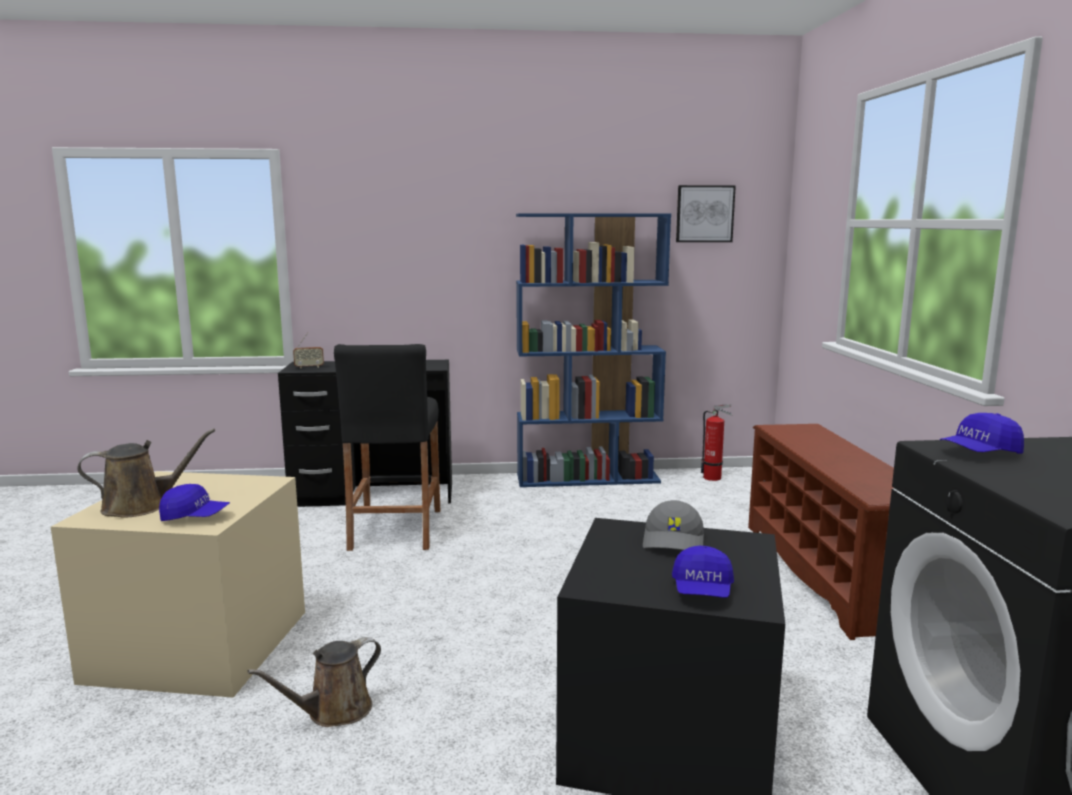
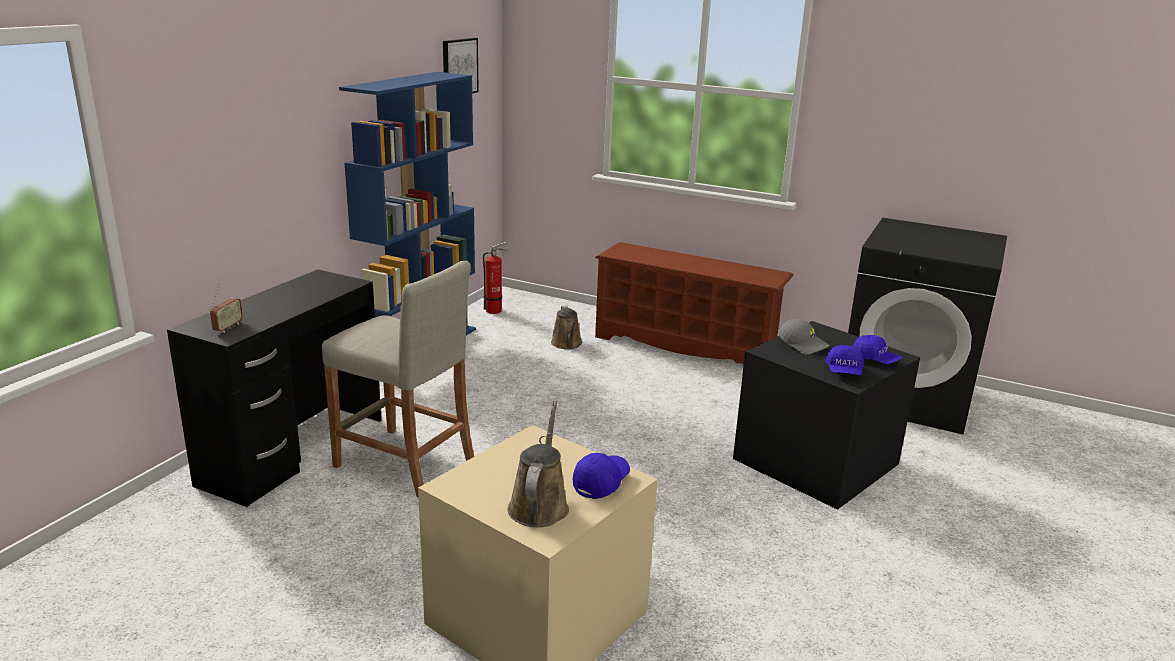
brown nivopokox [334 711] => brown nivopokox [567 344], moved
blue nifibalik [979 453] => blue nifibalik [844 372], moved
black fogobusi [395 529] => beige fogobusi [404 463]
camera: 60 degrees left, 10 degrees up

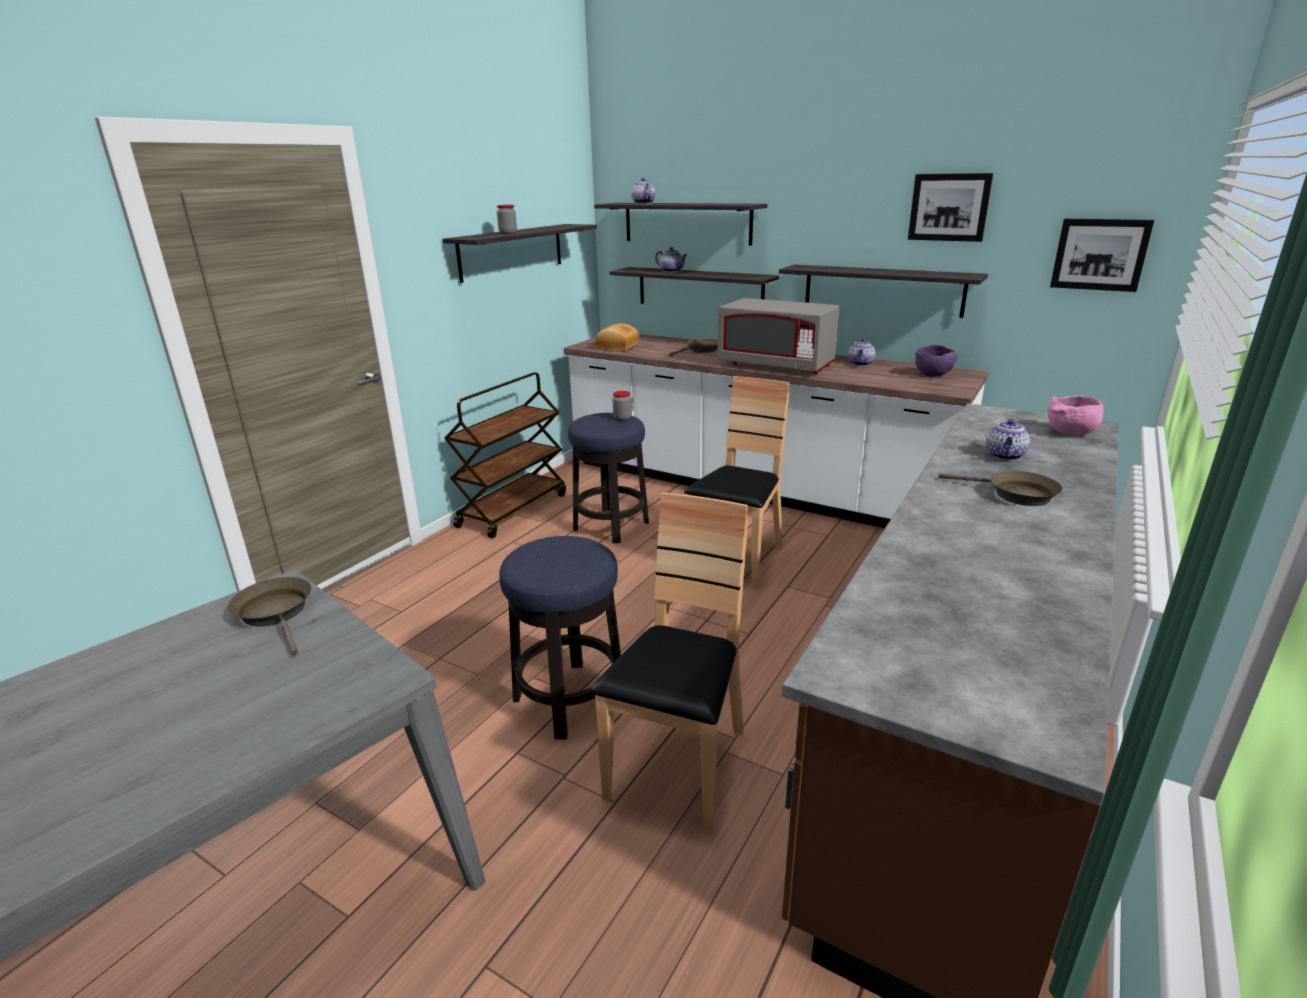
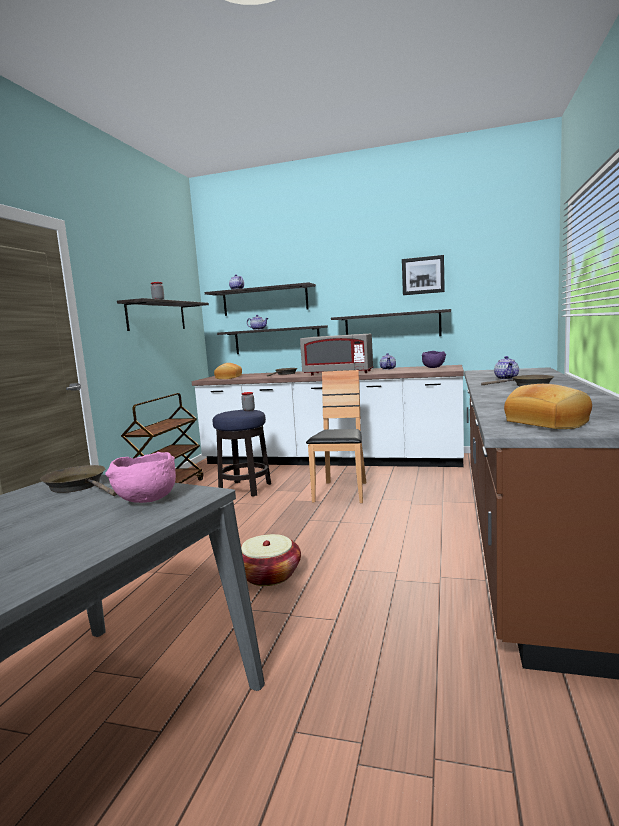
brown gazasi [678 766] => nothing
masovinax [1100 254] => nothing
nothing => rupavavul [548 423]
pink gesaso [1069 433] => pink gesaso [146 501], moved
fogobusi [569 700] => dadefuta [269 575]
camera: 15 degrees left, 15 degrees down

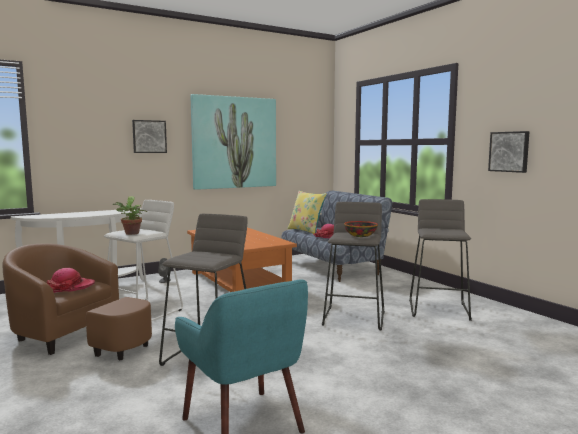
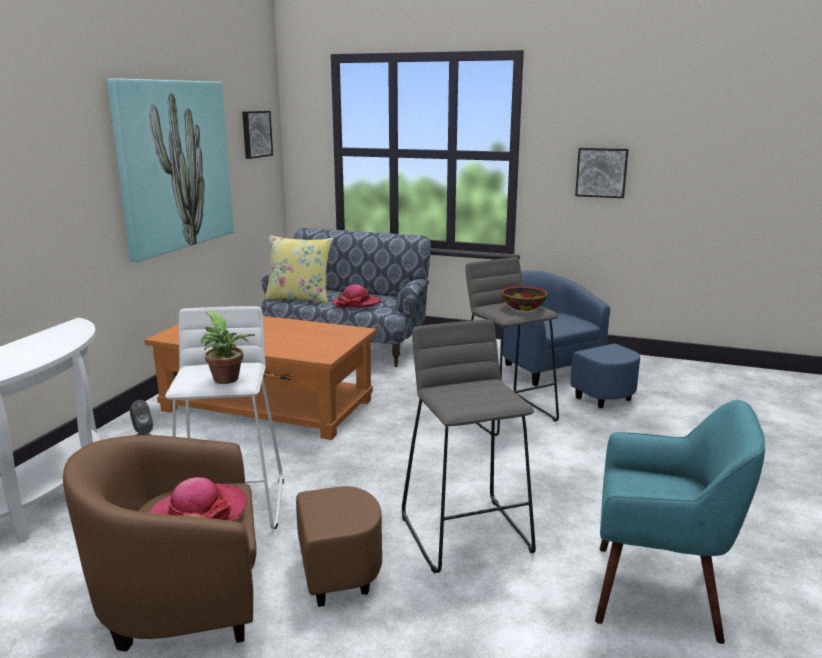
masovinax [149 136] => masovinax [255 134], moved
grey fogobusi [439 310] => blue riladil [558 375]
camera: 40 degrees left, 10 degrees up

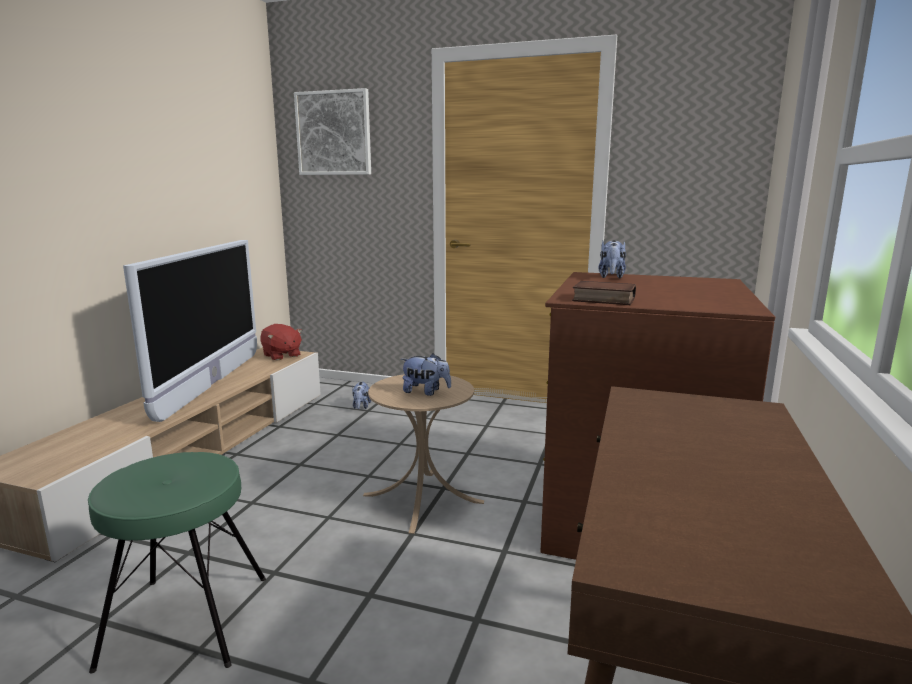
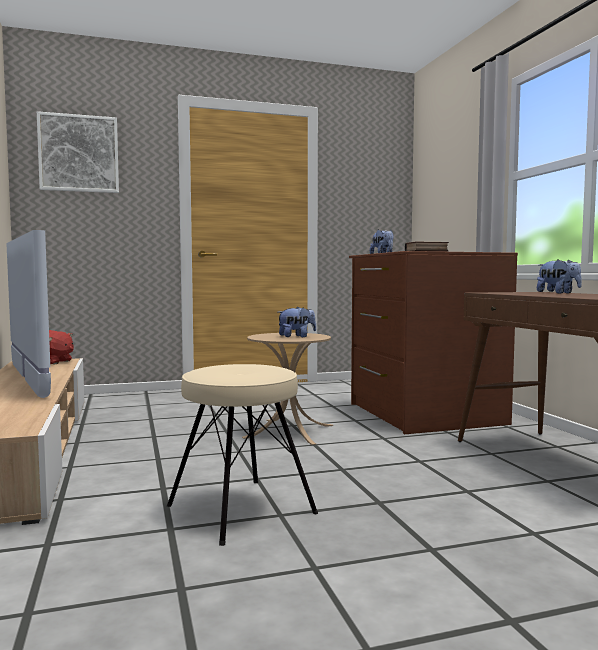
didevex [361 407] => didevex [558 293], moved
green fogobusi [185 621] => beige fogobusi [241 509]
camera: 35 degrees left, 10 degrees down

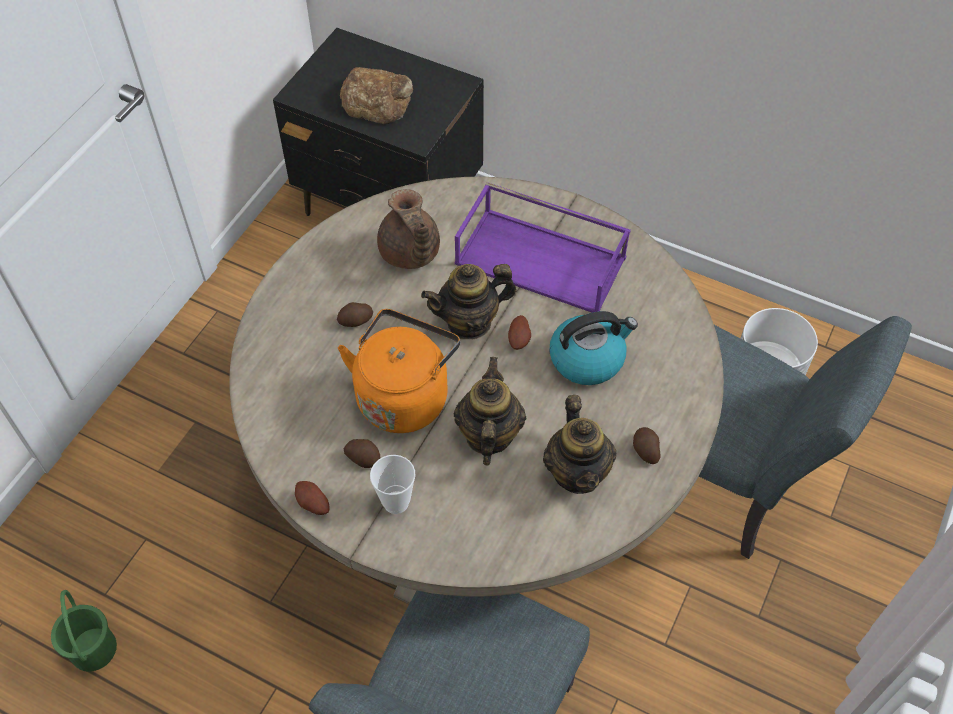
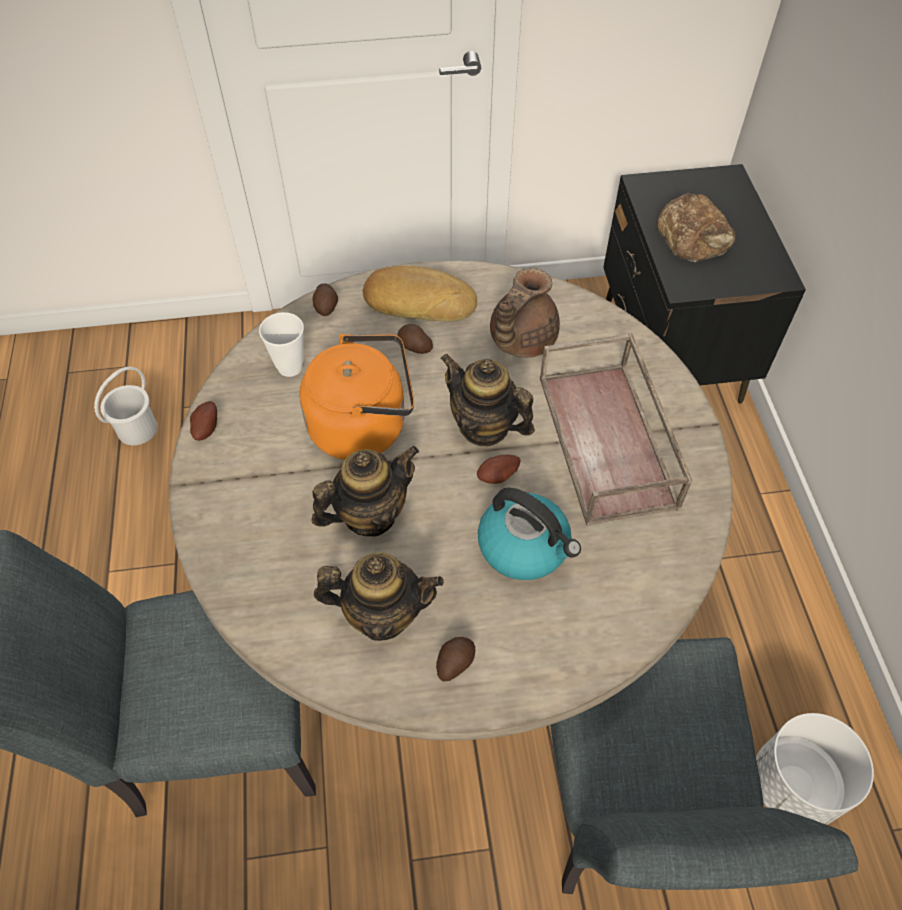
nothing => rupavavul [419 300]
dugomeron [363 457] => dugomeron [326 306], moved
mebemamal [396 502] => mebemamal [290 367], moved
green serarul [92 649] => white serarul [136 429]
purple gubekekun [542 260] => brown gubekekun [609 442]
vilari [577 472] => vilari [382 614], 135 degrees counterclockwise
camera: 55 degrees right, 0 degrees up

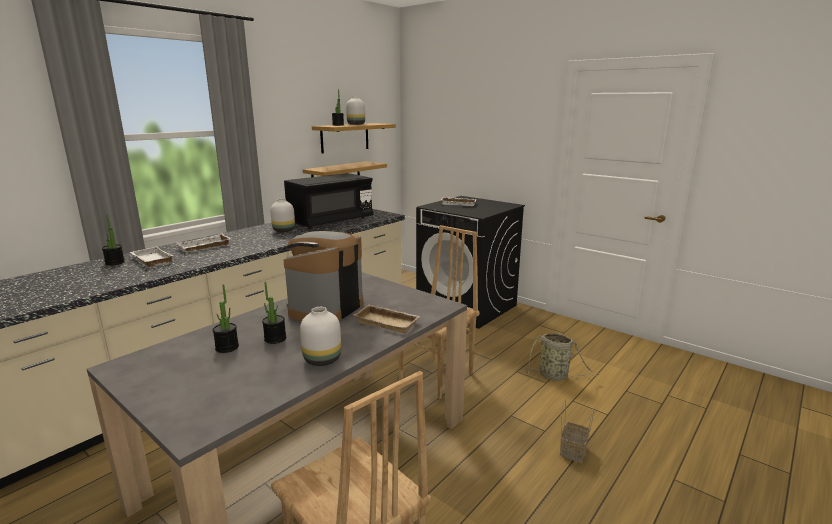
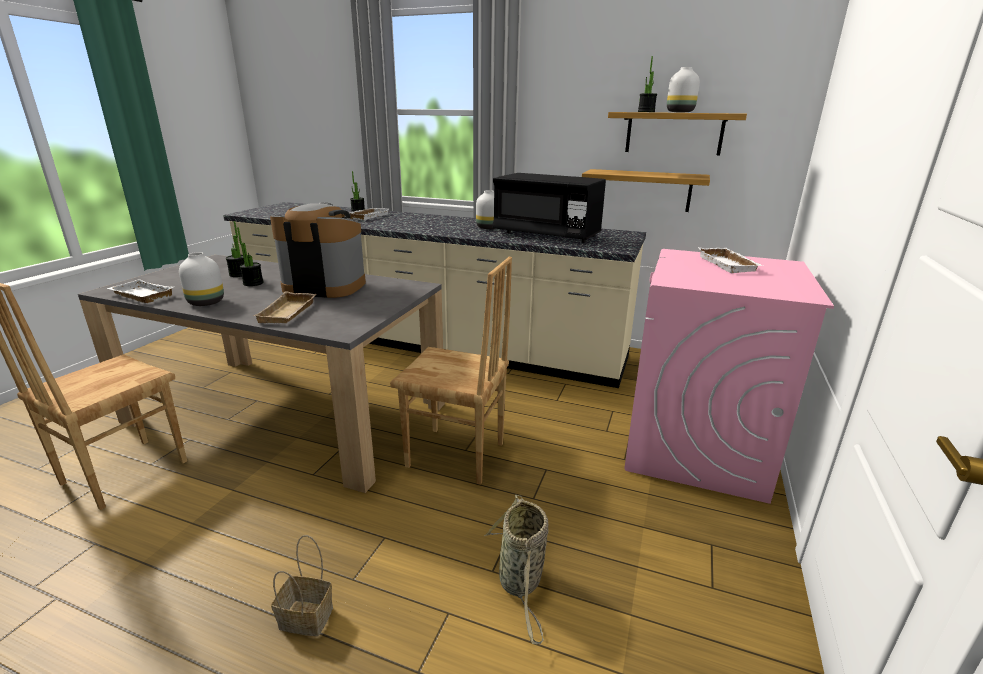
white gubekekun [204 247] => white gubekekun [140 296], moved
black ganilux [467 306] => pink ganilux [696 447]
camera: 70 degrees right, 5 degrees up

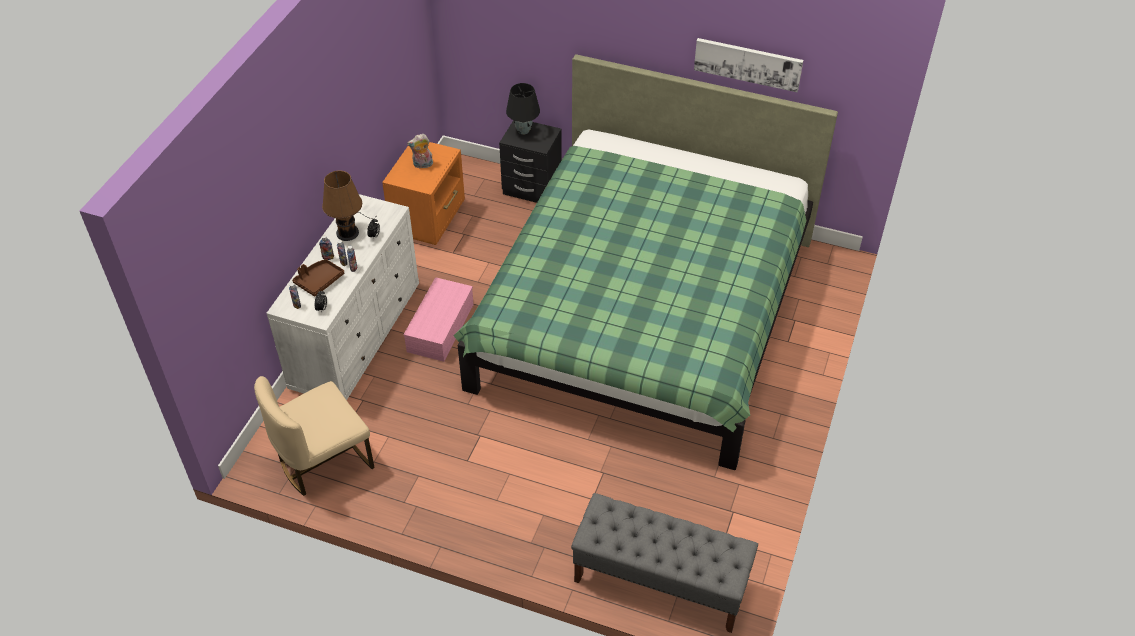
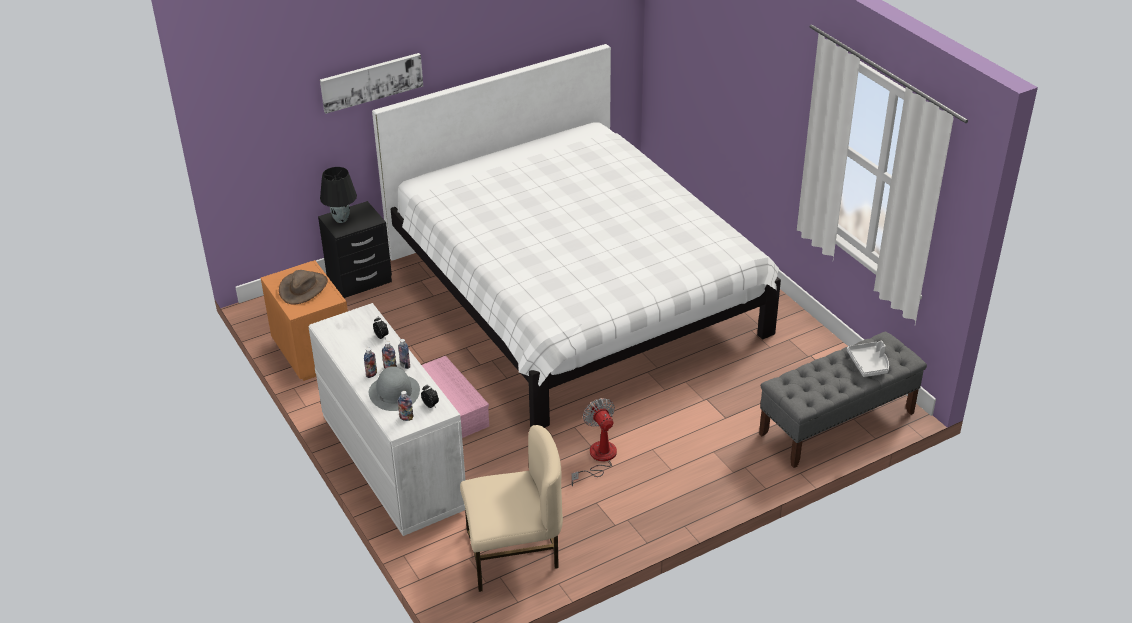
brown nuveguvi [348 231] => nothing
nothing => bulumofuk [598 458]
nothing => grey gubekekun [869 364]
masovinax [748 63] => masovinax [371 82], moved
brown gubekekun [319 281] => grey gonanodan [394 392]
didevex [422 165] => brown gonanodan [303 288]
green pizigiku [644 313] => white pizigiku [574 295]
beige gazasi [323 461] => beige gazasi [513 554], 105 degrees counterclockwise
camera: 50 degrees left, 10 degrees down

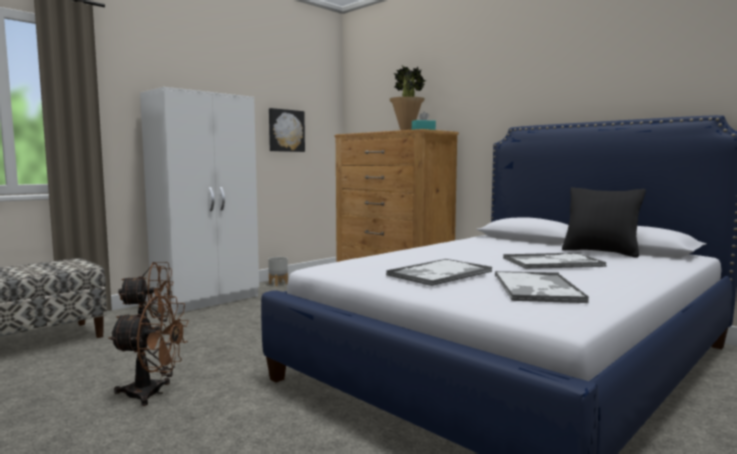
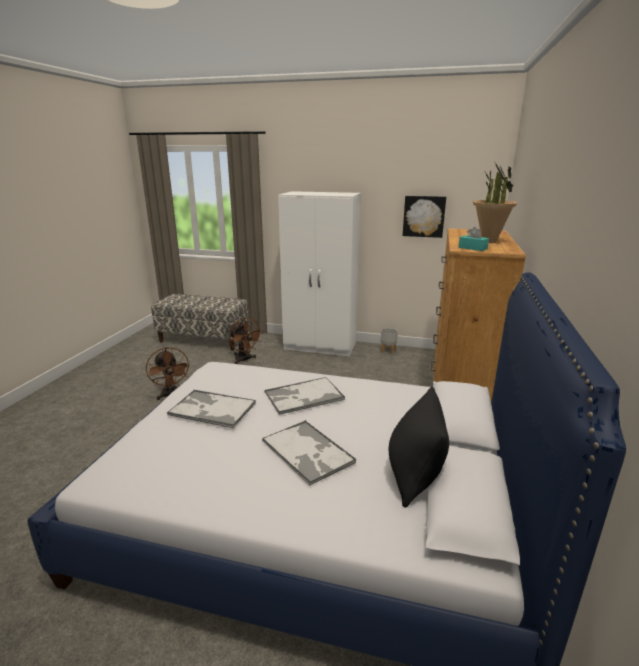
gubekekun [537 288] => gubekekun [303 396], moved
camera: 60 degrees right, 15 degrees up

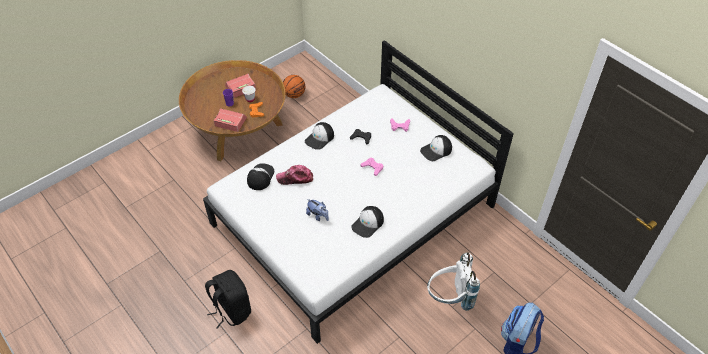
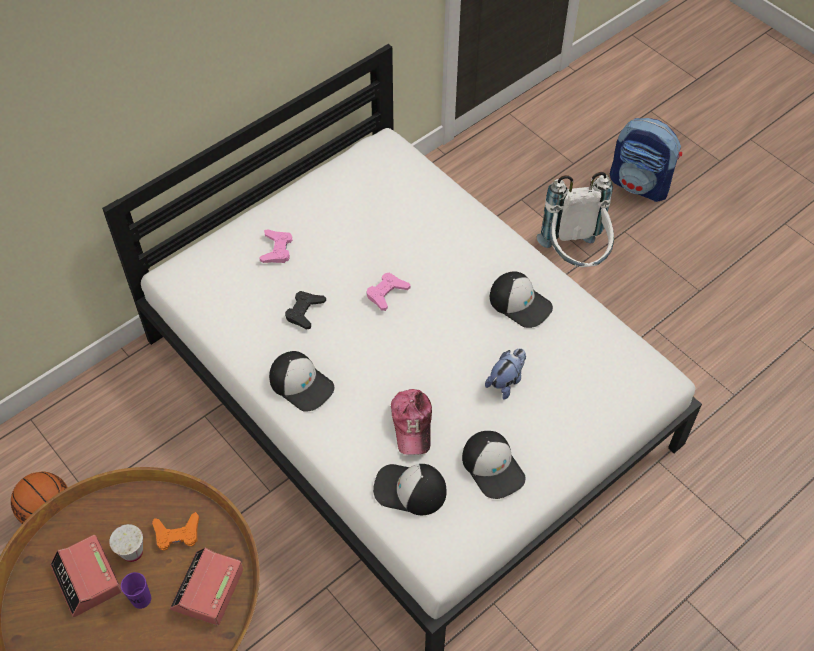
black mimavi [231 310] => nothing
nifibalik [436 150] => nifibalik [493 467], moved
camera: 90 degrees left, 5 degrees up

